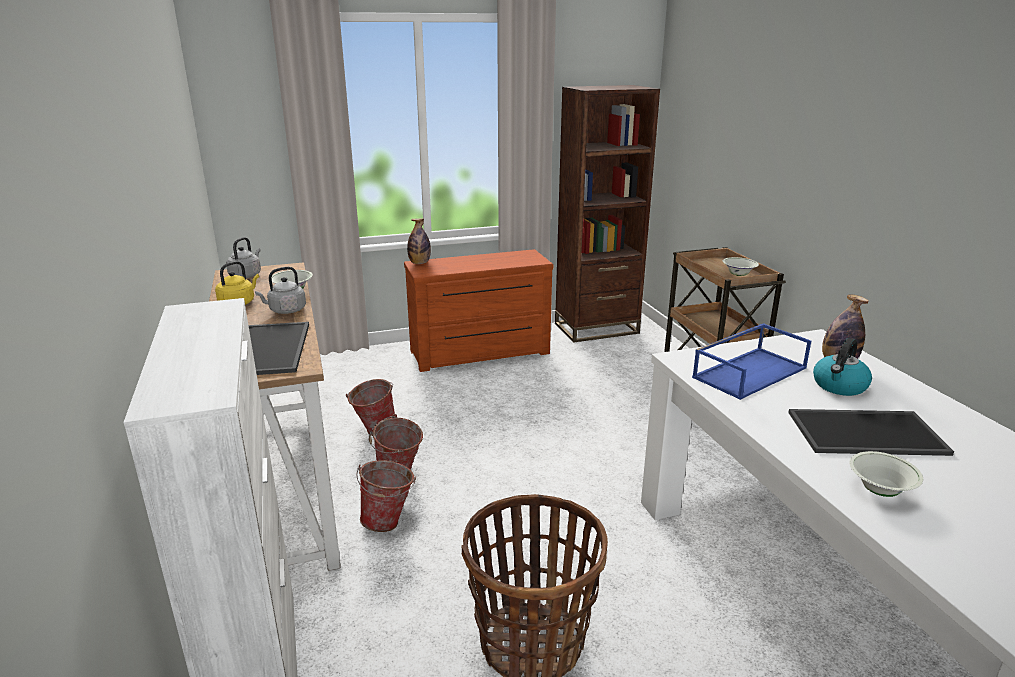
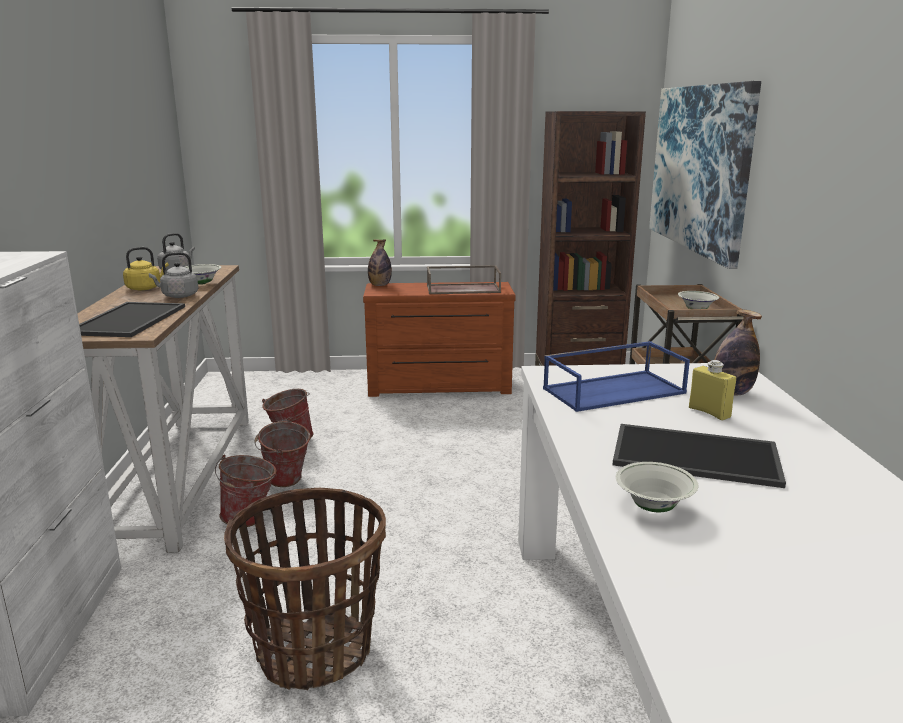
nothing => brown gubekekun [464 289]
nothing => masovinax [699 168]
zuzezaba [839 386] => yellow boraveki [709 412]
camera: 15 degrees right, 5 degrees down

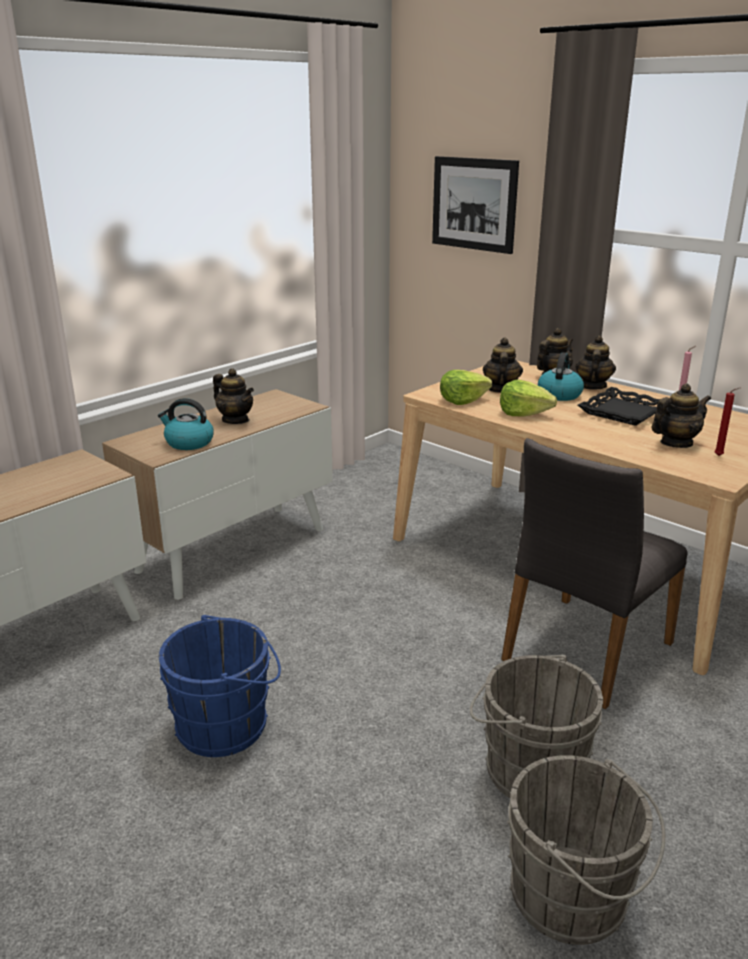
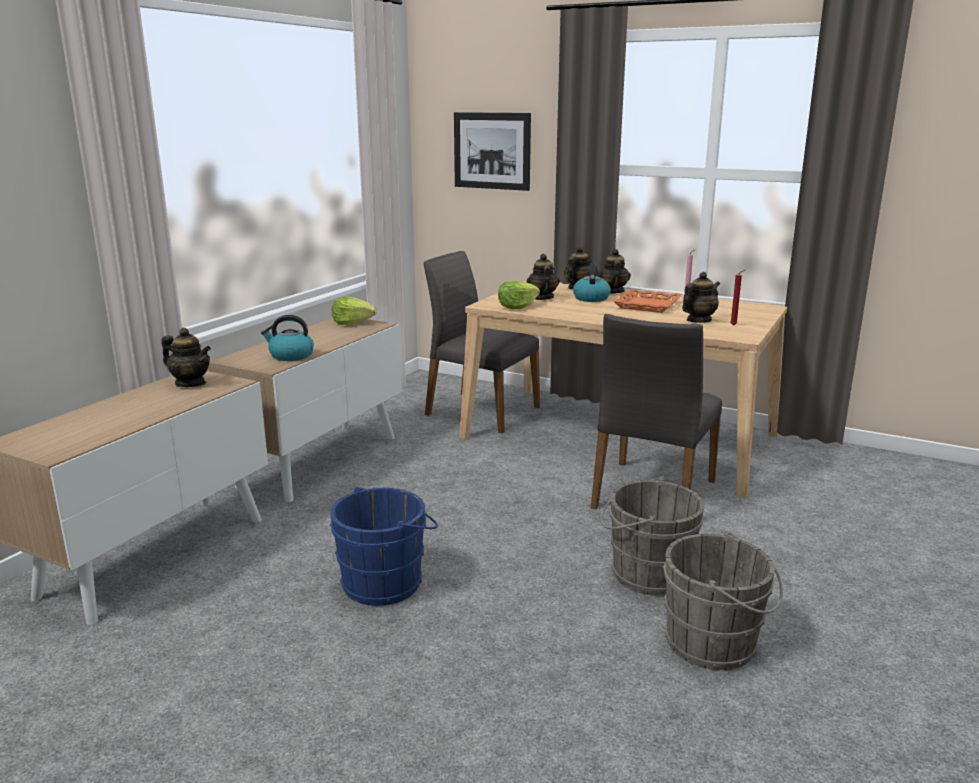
nothing => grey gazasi [480 411]
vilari [235 420] => vilari [190 383], moved
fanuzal [523 413] => fanuzal [352 323], moved
black gubekekun [623 412] => orange gubekekun [647 305]
camera: 15 degrees left, 5 degrees down

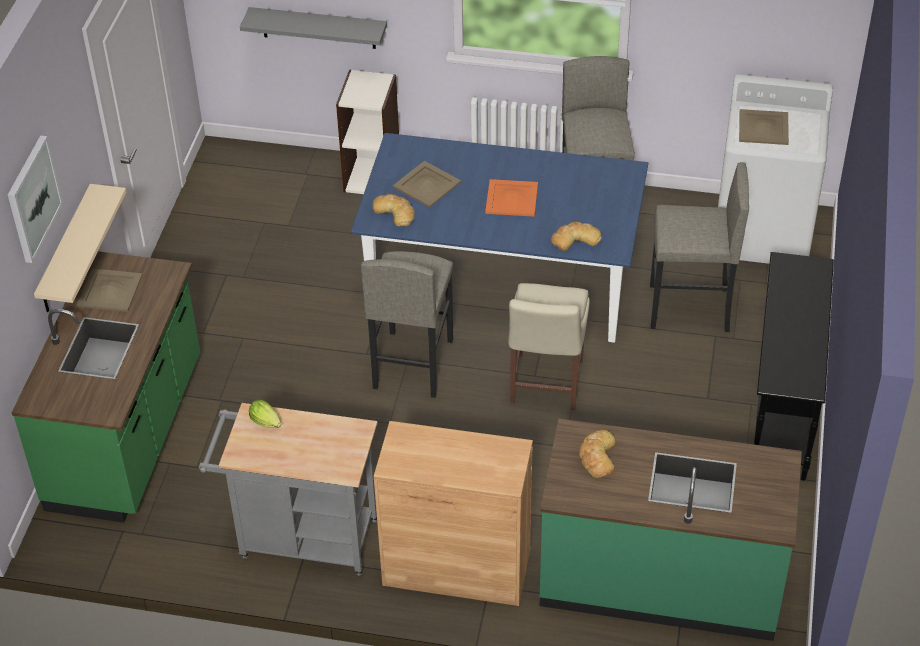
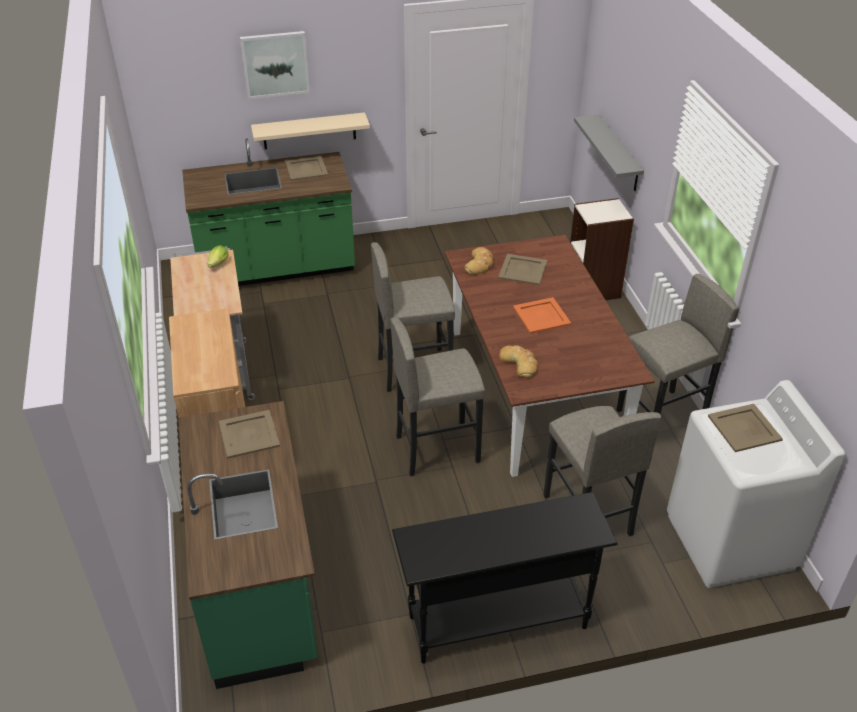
beige gazasi [545 384] => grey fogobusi [437 448]
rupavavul [597 457] => beige gubekekun [248 435]
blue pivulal [502 281] => brown pivulal [534 390]
camera: 65 degrees right, 5 degrees down

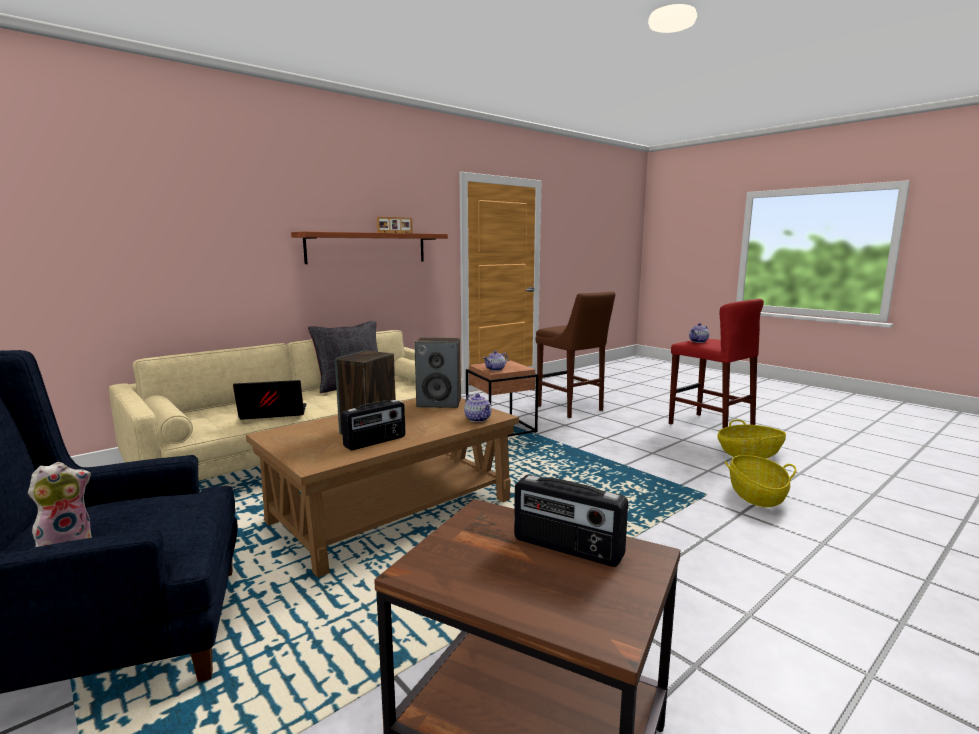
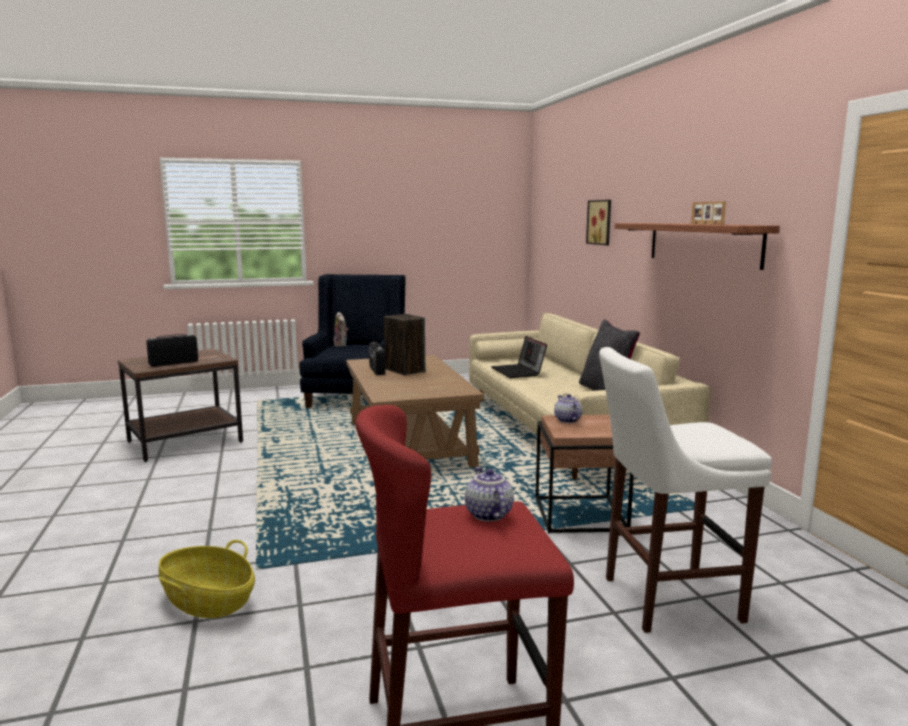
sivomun [439 403] => nothing
vilari [478 419] => nothing
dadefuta [749 454] => nothing
nothing => masovinax [601 222]
brown fogobusi [571 409] => white fogobusi [664 599]
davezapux [272 414] => davezapux [518 372], 150 degrees clockwise
camera: 115 degrees right, 0 degrees up

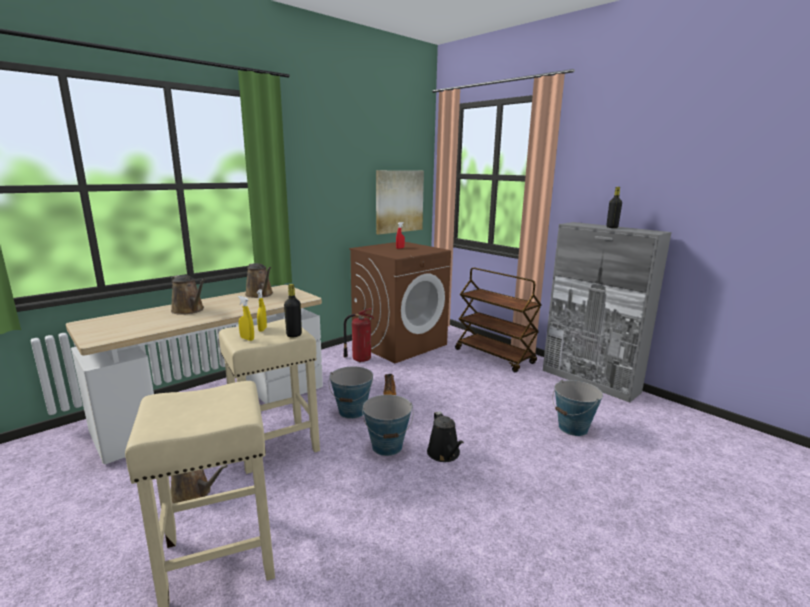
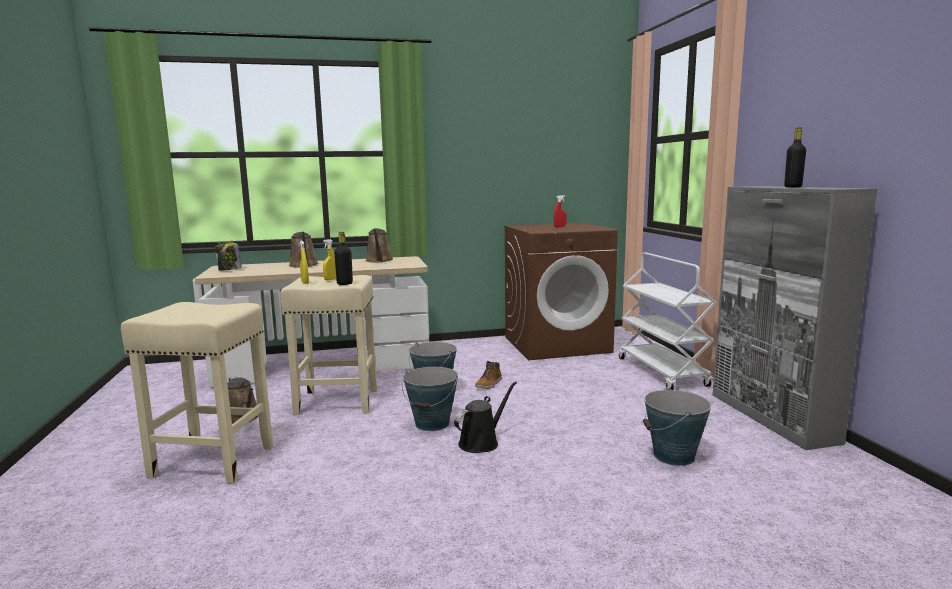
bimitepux [360 359] => nothing
masovinax [399 201] => nothing
nothing => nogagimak [229 270]
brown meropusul [495 356] => white meropusul [662 372]
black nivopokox [444 454] => black nivopokox [481 442], 150 degrees counterclockwise
camera: 30 degrees right, 5 degrees down

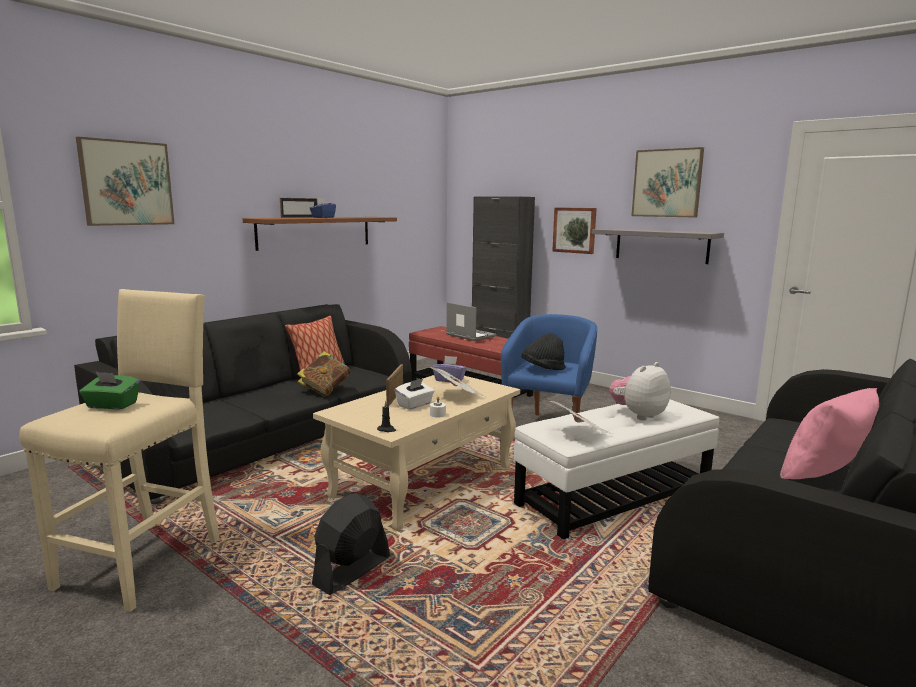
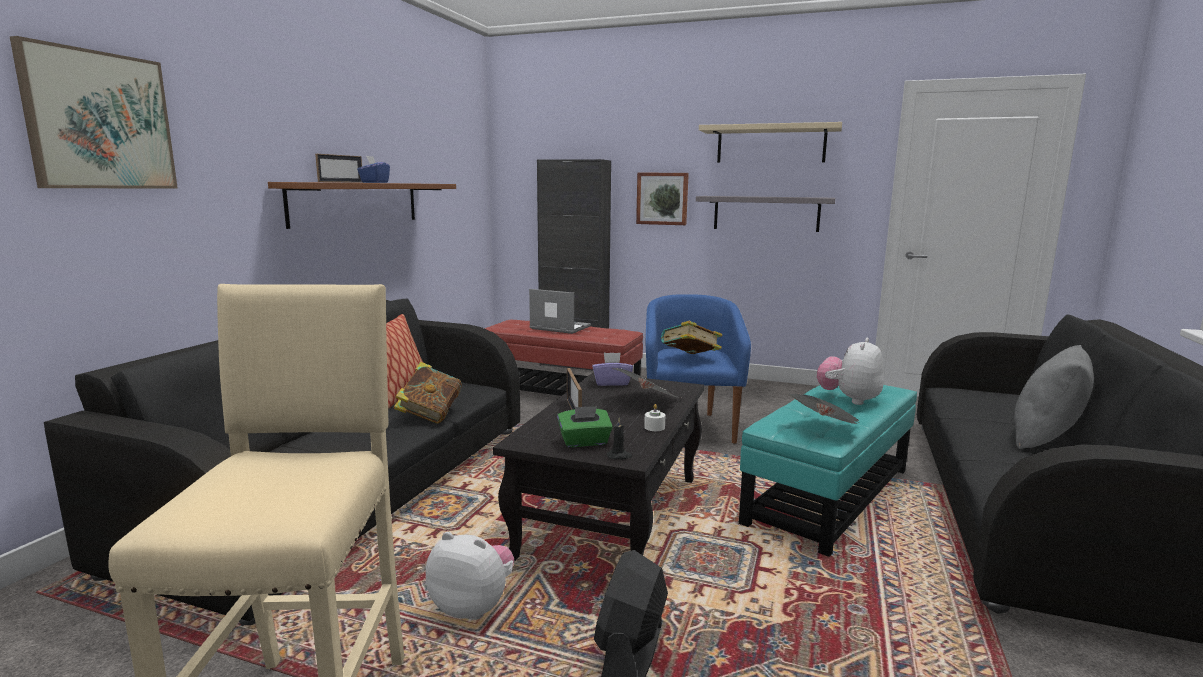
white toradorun [415 405] => nothing
nothing => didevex [473 607]
green toradorun [112 405] => green toradorun [584 442], moved
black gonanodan [543 369] => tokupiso [689 359]
masovinax [667 183] => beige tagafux [770 144]
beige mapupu [424 481] => black mapupu [612 515]
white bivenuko [615 497] => turquoise bivenuko [830 496]
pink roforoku [824 475] => grey roforoku [1045 439]
camera: 20 degrees left, 0 degrees up

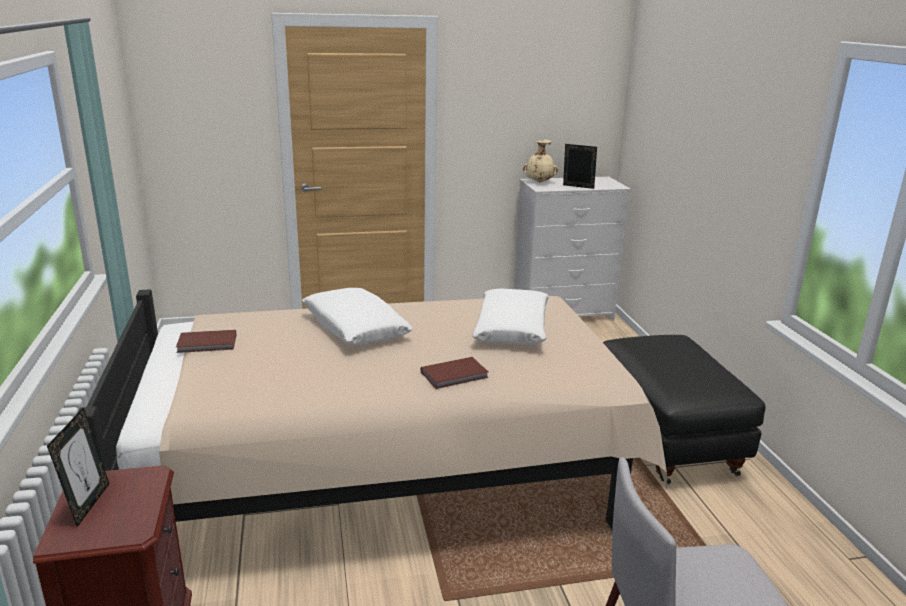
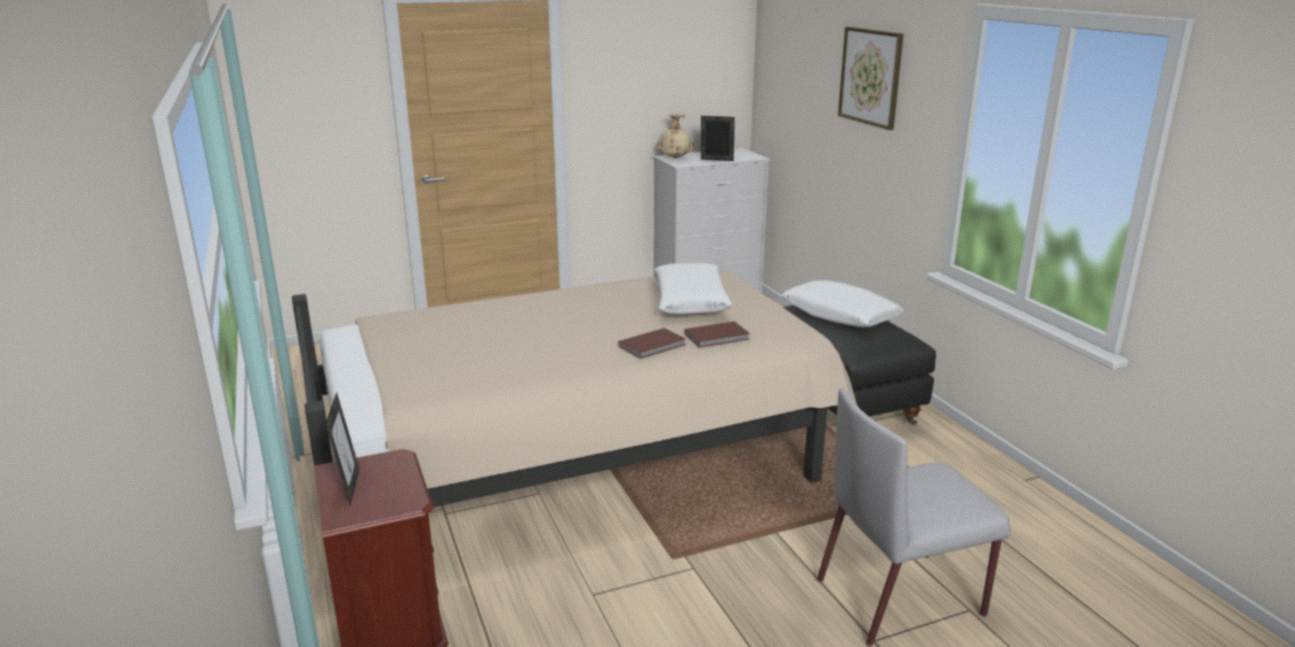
nothing => masovinax [871 77]
brown tokupiso [208 344] => brown tokupiso [718 337], moved
white roforoku [355 328] => white roforoku [839 315], moved
camera: 10 degrees left, 0 degrees up

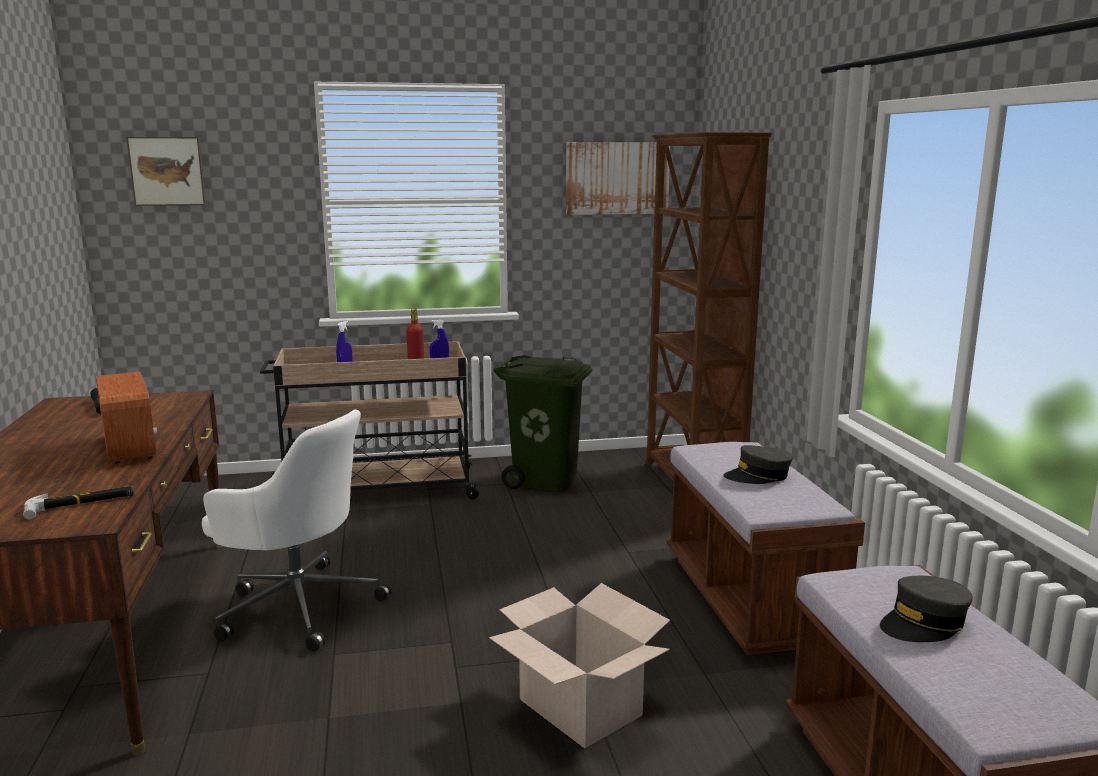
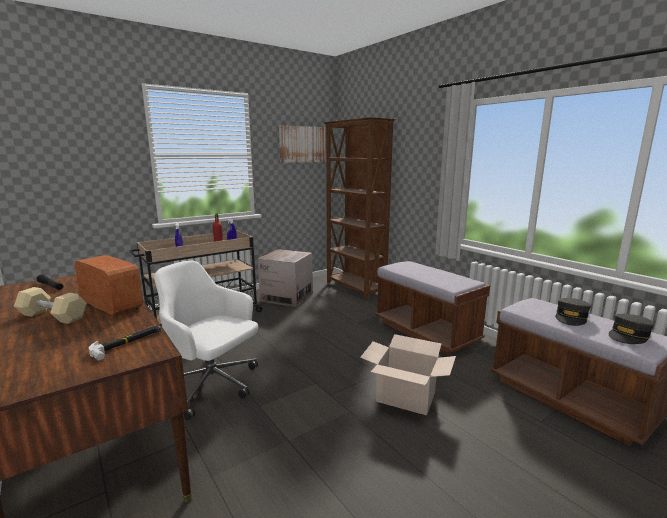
masovinax [168 171] => nothing
nothing => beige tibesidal [53 316]
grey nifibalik [758 476] => grey nifibalik [628 336], moved
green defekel [545 480] => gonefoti [287 297]
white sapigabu [298 606] => white sapigabu [213 385], 150 degrees counterclockwise
camera: 25 degrees left, 0 degrees up

